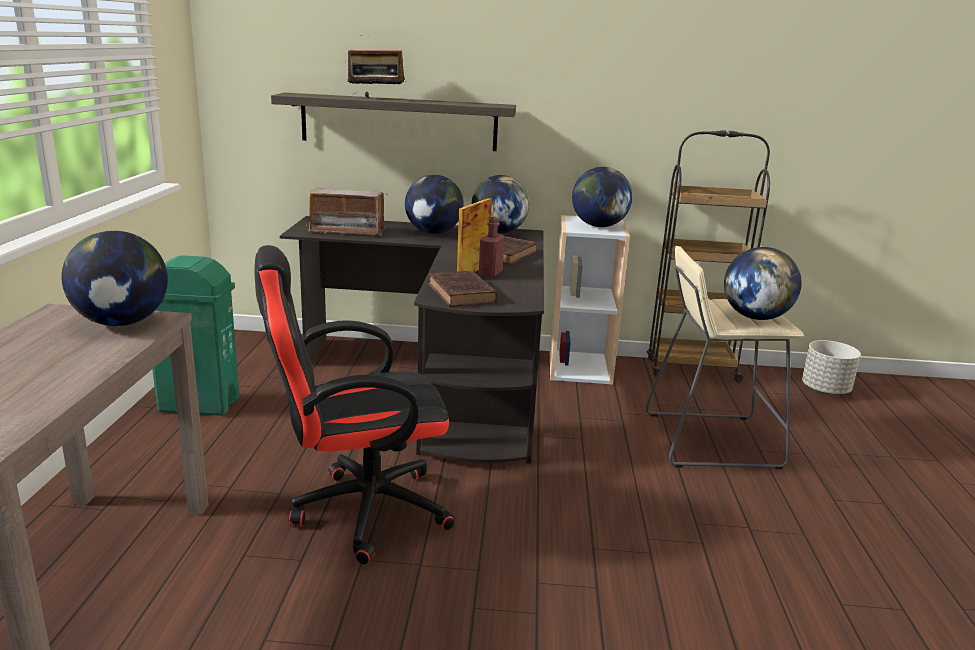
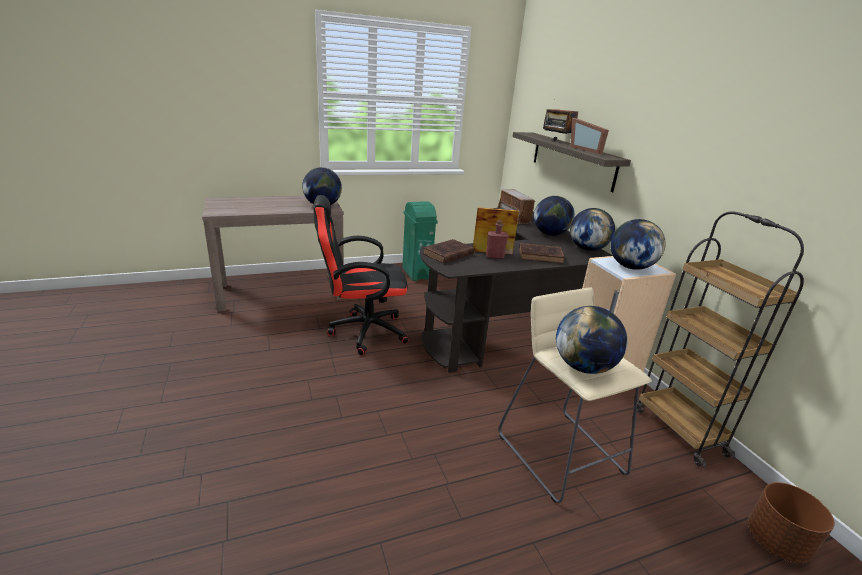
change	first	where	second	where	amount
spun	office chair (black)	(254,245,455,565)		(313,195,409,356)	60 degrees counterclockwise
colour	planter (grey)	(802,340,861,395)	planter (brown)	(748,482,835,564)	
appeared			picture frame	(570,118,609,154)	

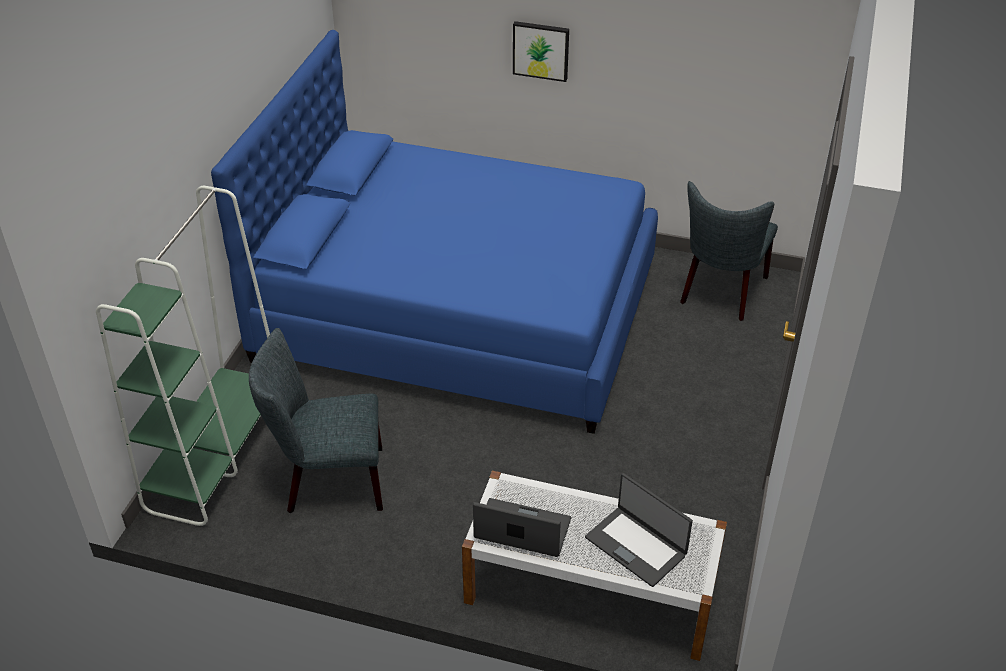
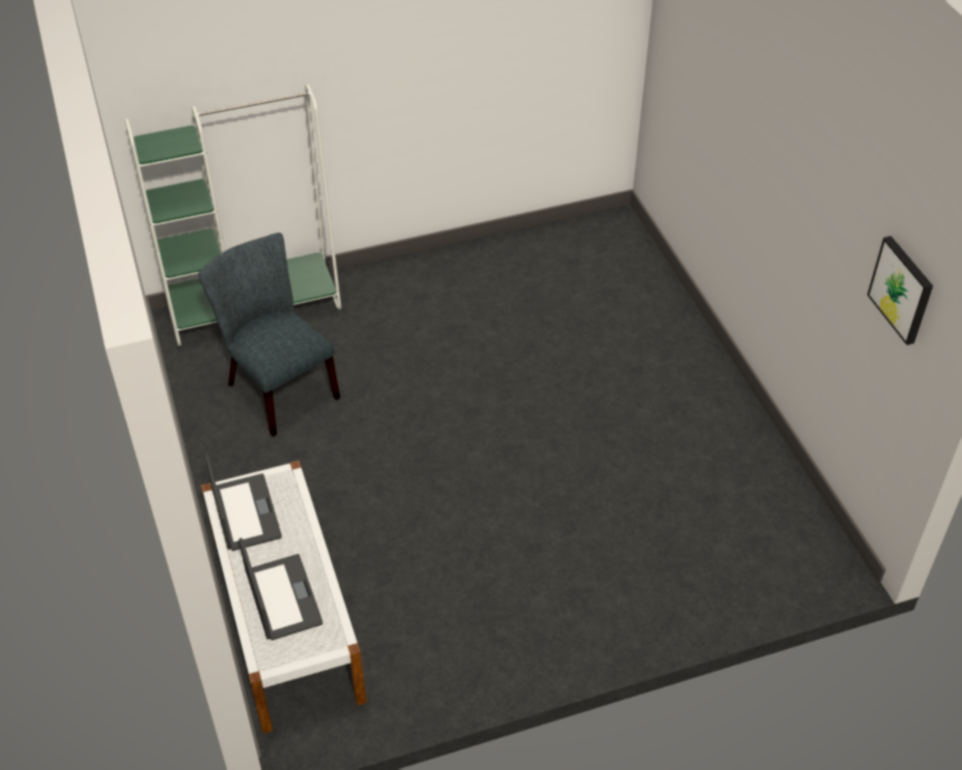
change	first	where	second	where	amount
missing	bed (blue)	(211,30,658,434)			
relocated	picture	(513,21,569,82)		(867,236,933,345)	
spun	laptop	(585,473,693,587)		(239,538,323,640)	150 degrees clockwise
missing	chair (grey)	(680,181,778,321)			

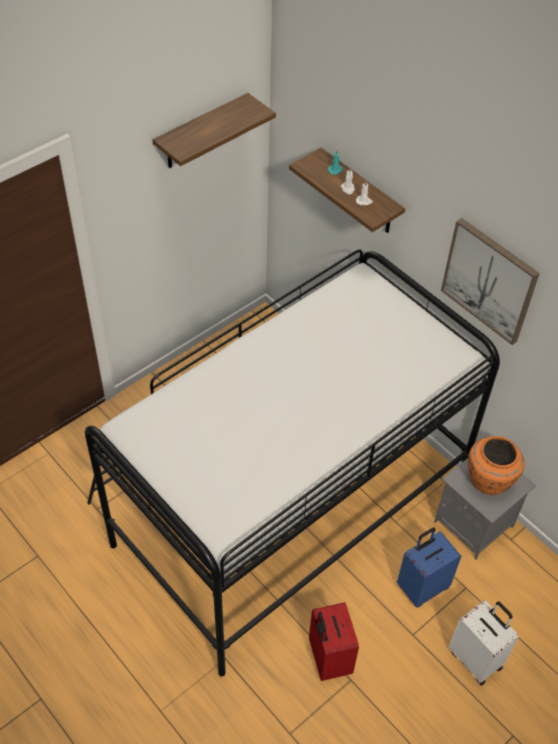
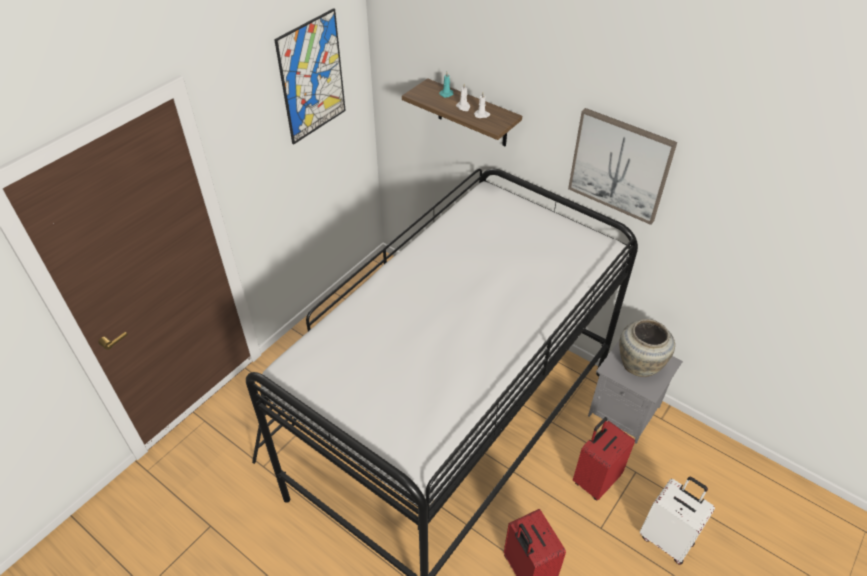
change	first	where	second	where	amount
exchanged	shelf	(153,93,276,168)	picture	(274,8,346,144)	
colour	suitcase (blue)	(397,527,461,608)	suitcase (red)	(573,417,635,500)	
colour	vase (orange)	(468,436,525,495)	vase (beige)	(619,319,675,377)	

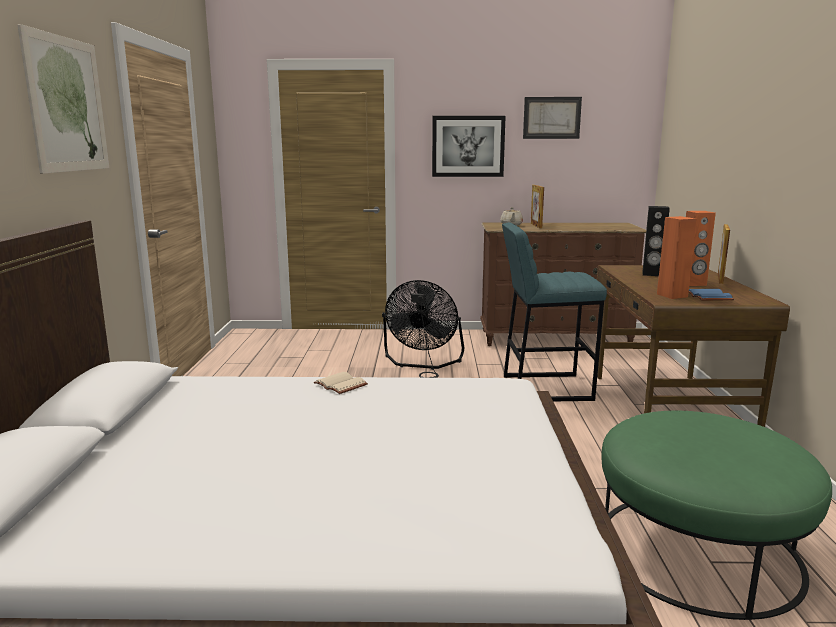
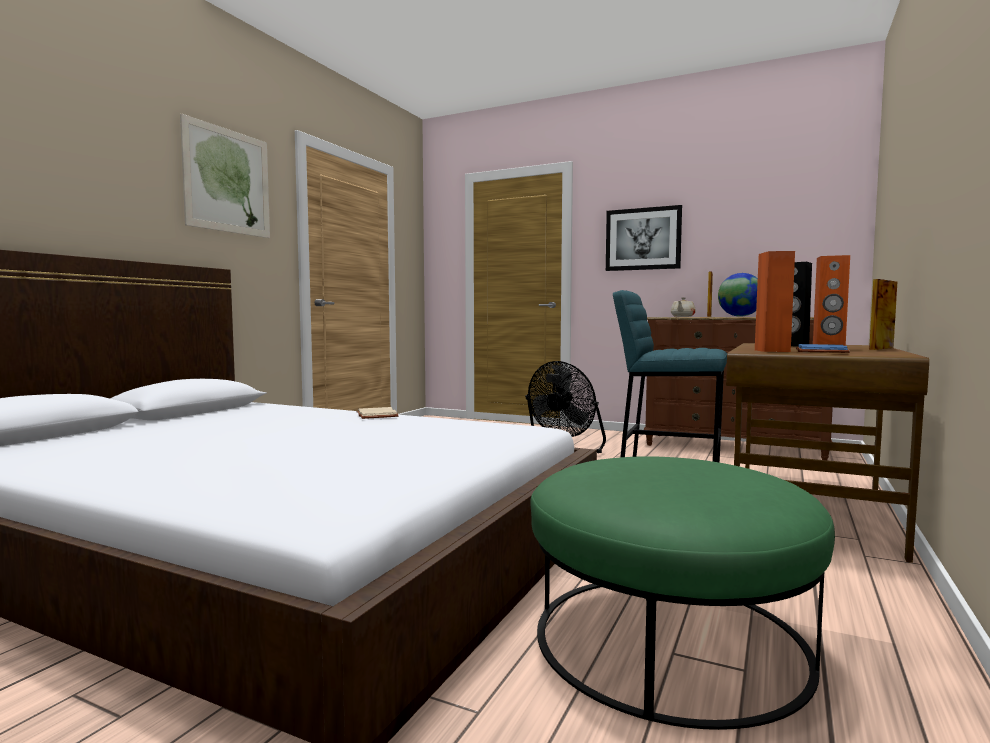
change	first	where	second	where	amount
missing	picture	(523,97,582,139)			
appeared			globe	(718,273,758,317)	

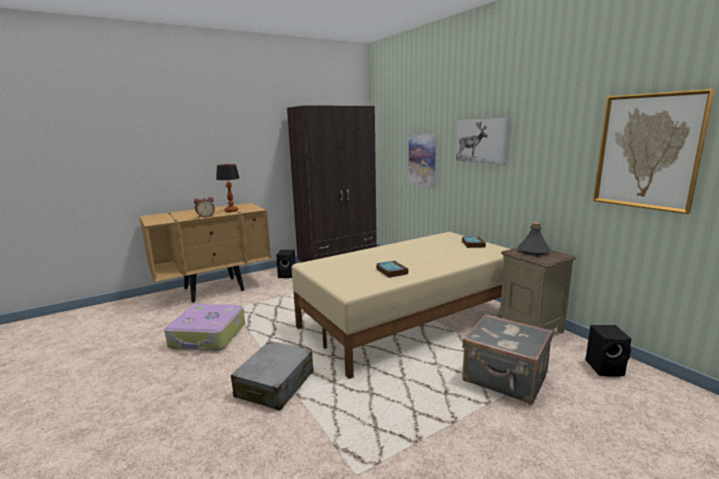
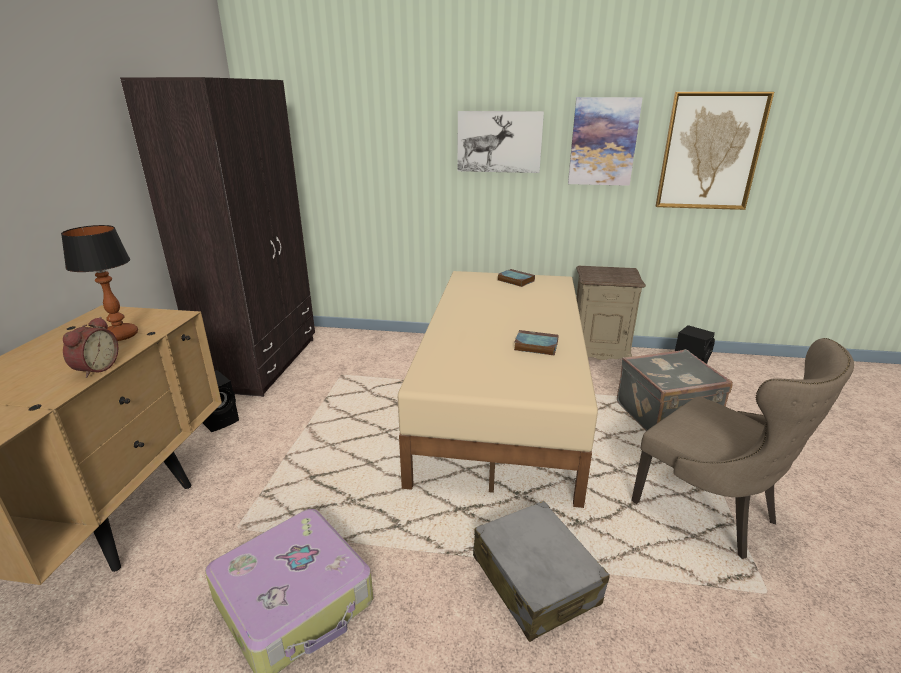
change	first	where	second	where	amount
relocated	picture	(408,135,436,187)		(568,97,643,186)	
missing	bottle (grey)	(518,222,550,255)			
appeared			chair (beige)	(631,338,854,559)	

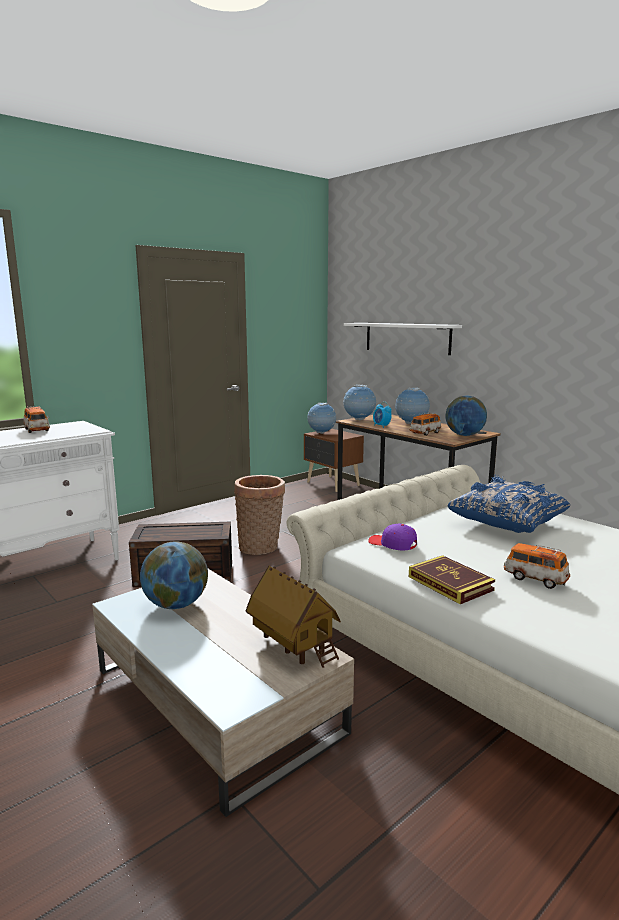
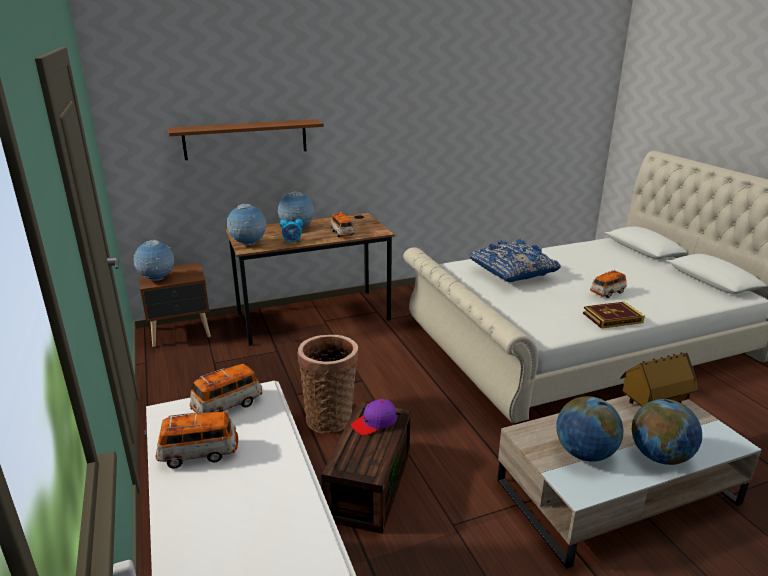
change	first	where	second	where	amount
colour	shelf (white)	(344,323,462,355)	shelf (brown)	(167,119,324,160)	
relocated	cap (purple)	(368,524,417,550)		(351,399,397,436)	
relocated	globe	(445,396,487,436)		(632,399,702,465)	
appeared			toy car	(190,364,262,414)	

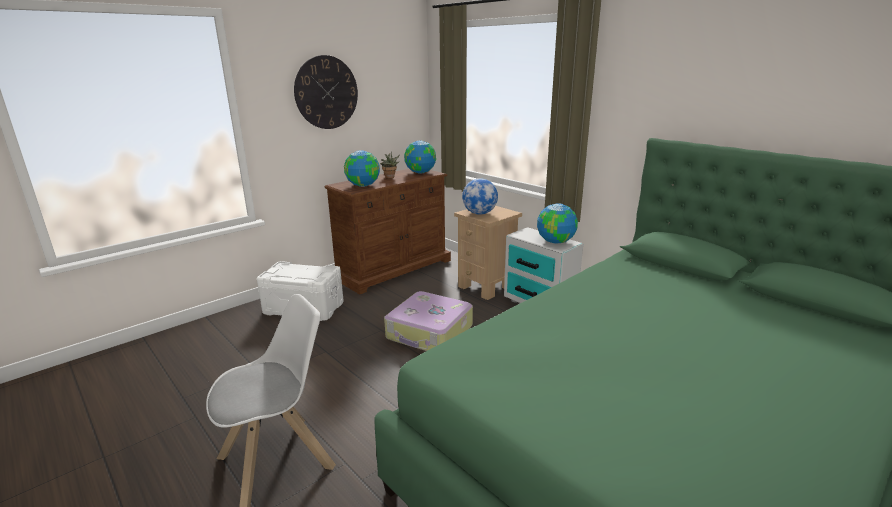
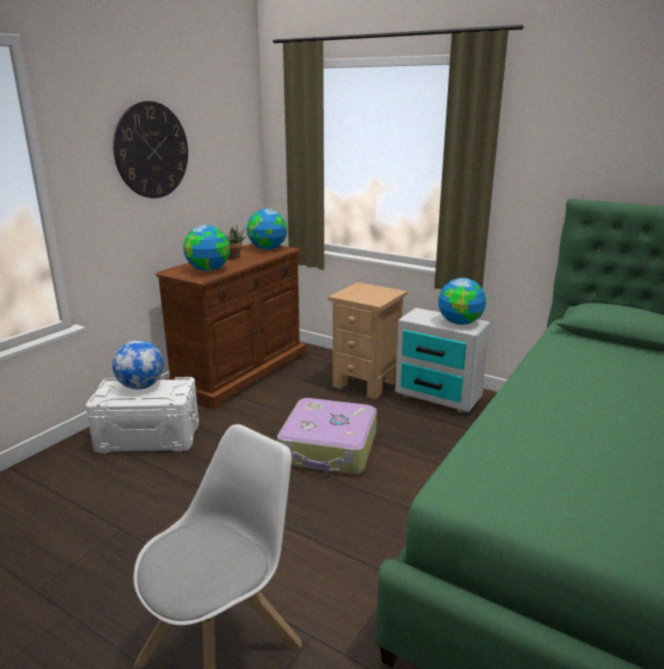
change	first	where	second	where	amount
relocated	globe	(462,178,498,215)		(112,340,164,389)	

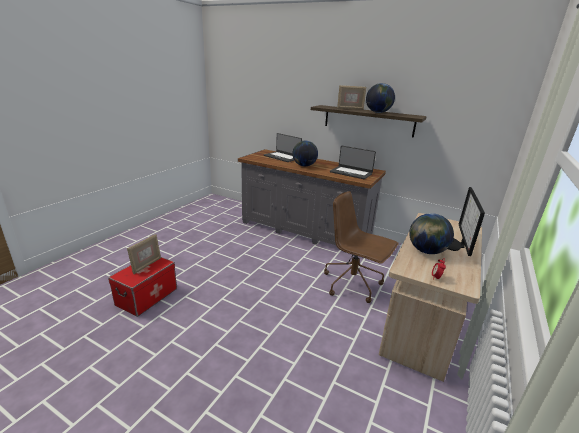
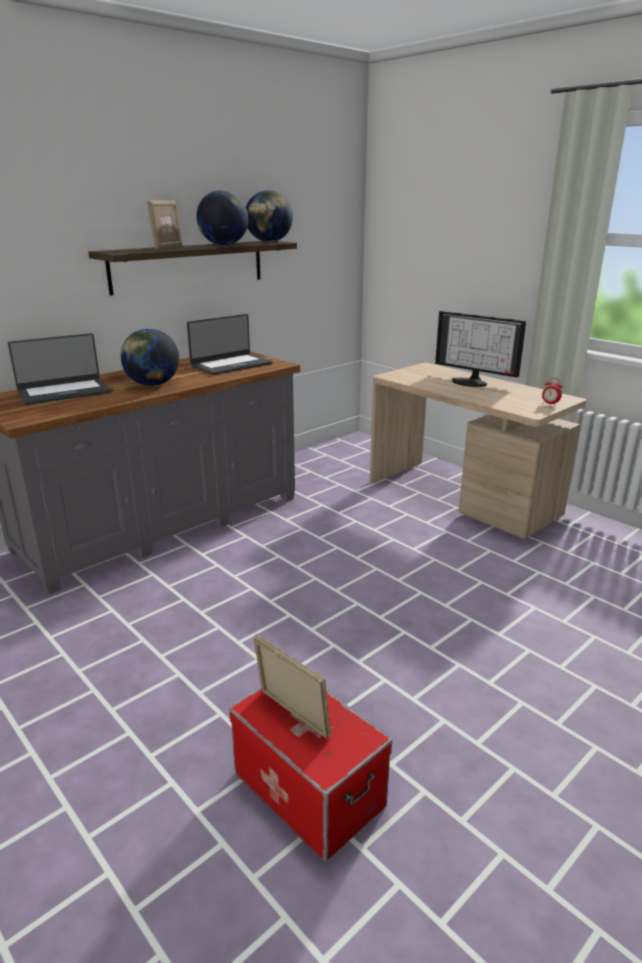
change	first	where	second	where	amount
missing	office chair (brown)	(324,191,399,303)			
relocated	globe	(409,213,454,254)		(246,190,293,242)	

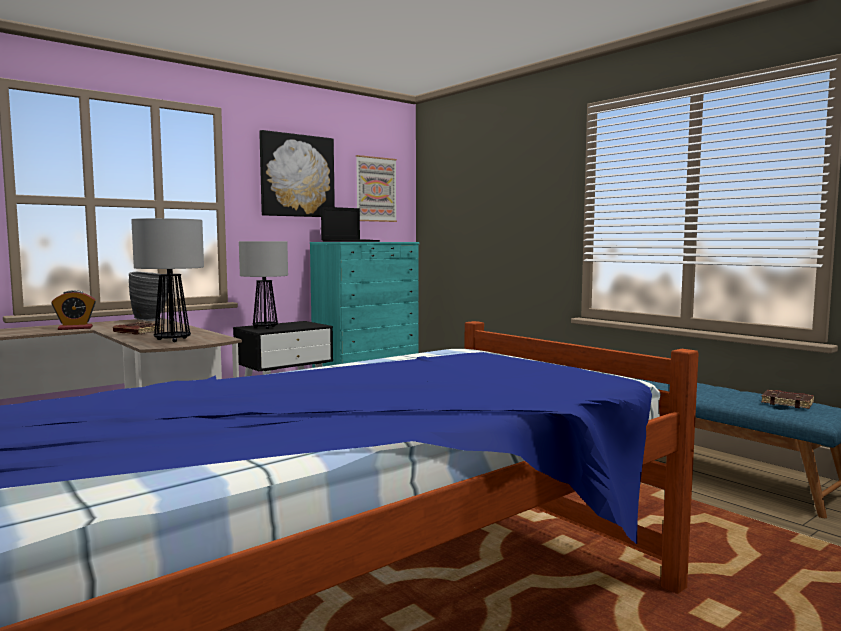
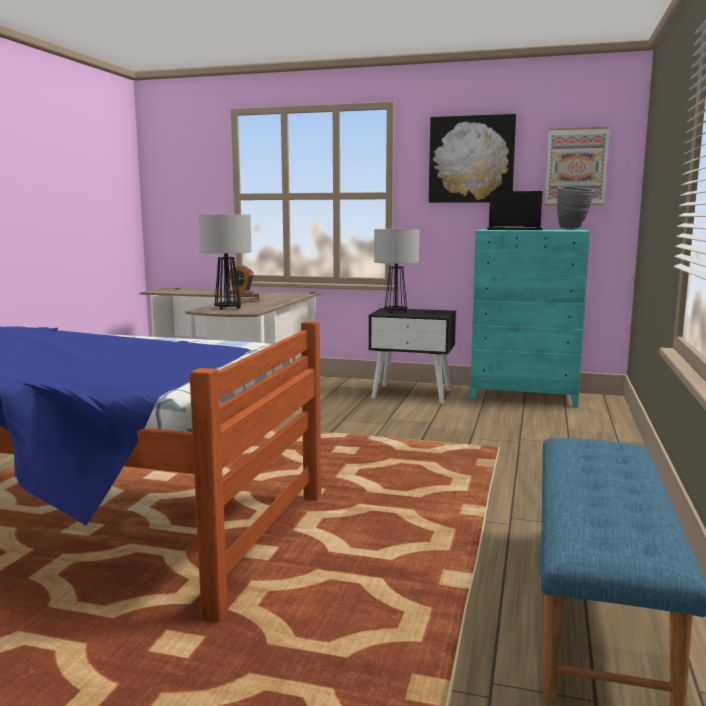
change	first	where	second	where	amount
relocated	vase (grey)	(129,272,169,321)		(557,186,595,230)	
missing	book (brown)	(761,390,814,409)			

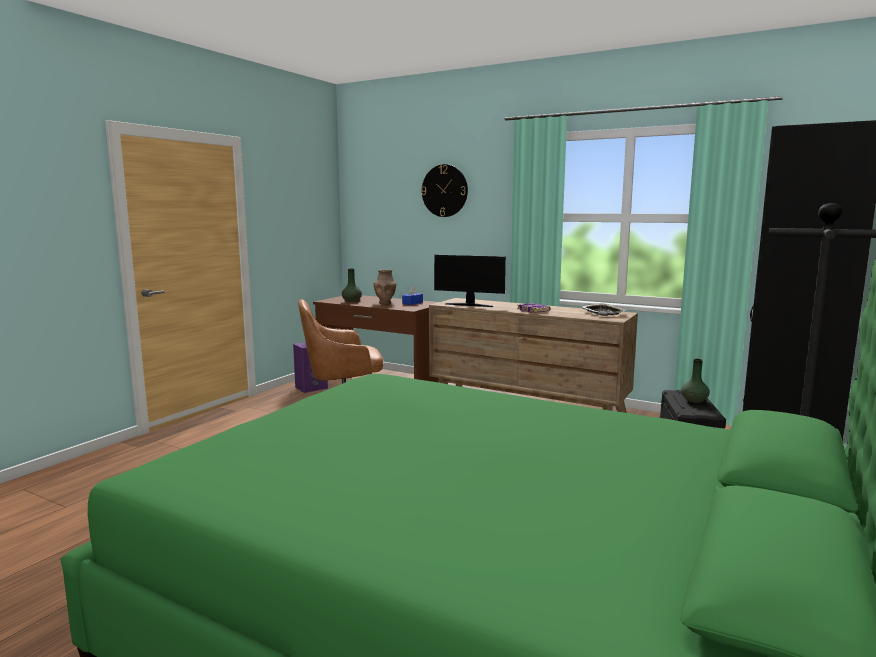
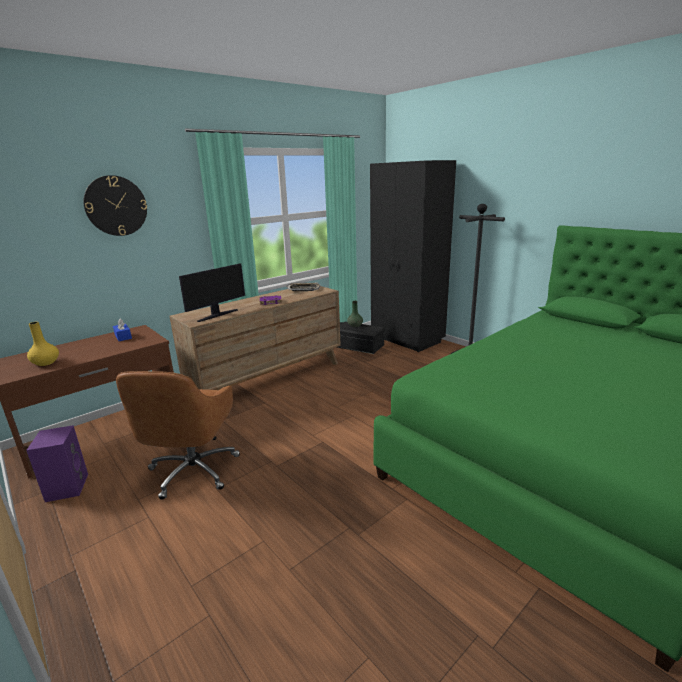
change	first	where	second	where	amount
colour	vase (green)	(342,268,362,302)	vase (yellow)	(27,322,59,366)	
missing	vase (brown)	(374,270,397,304)			

